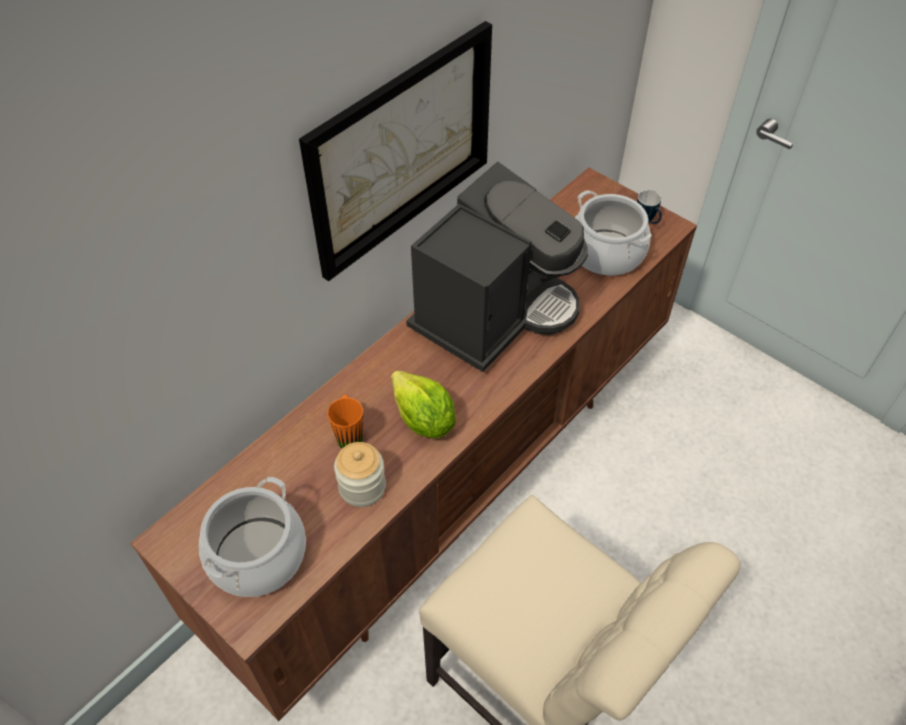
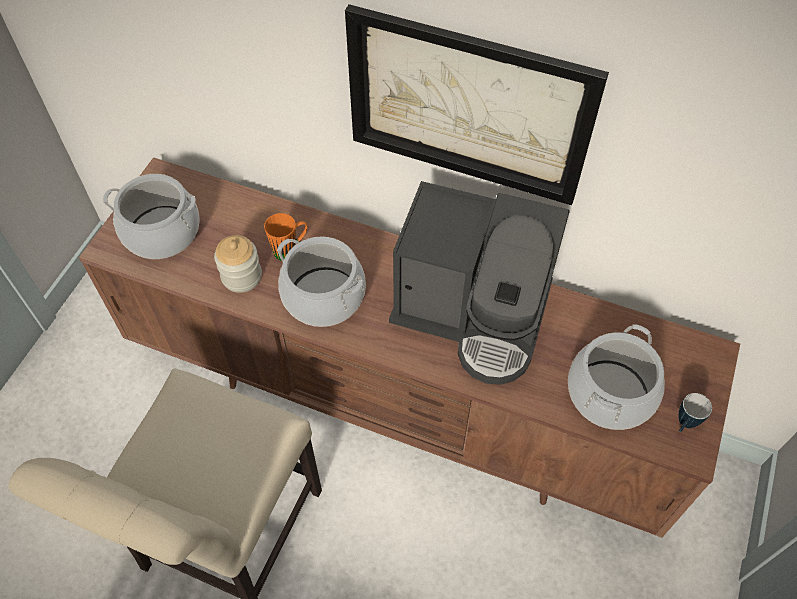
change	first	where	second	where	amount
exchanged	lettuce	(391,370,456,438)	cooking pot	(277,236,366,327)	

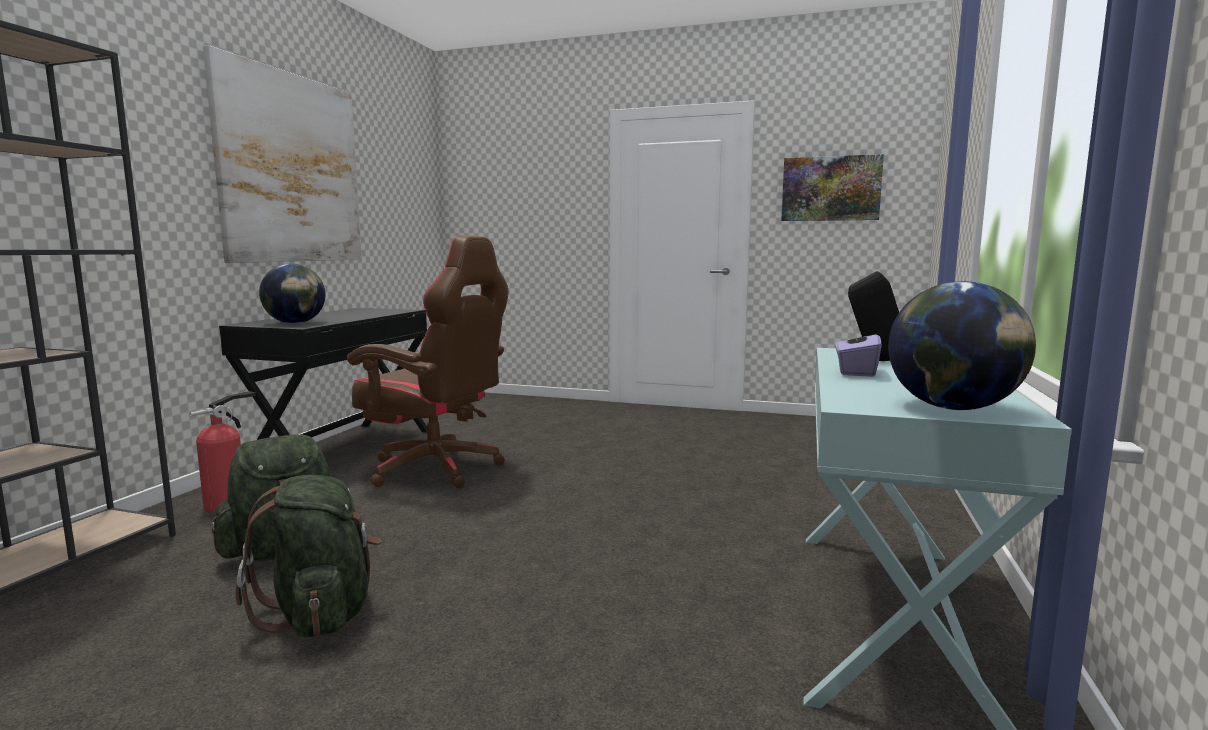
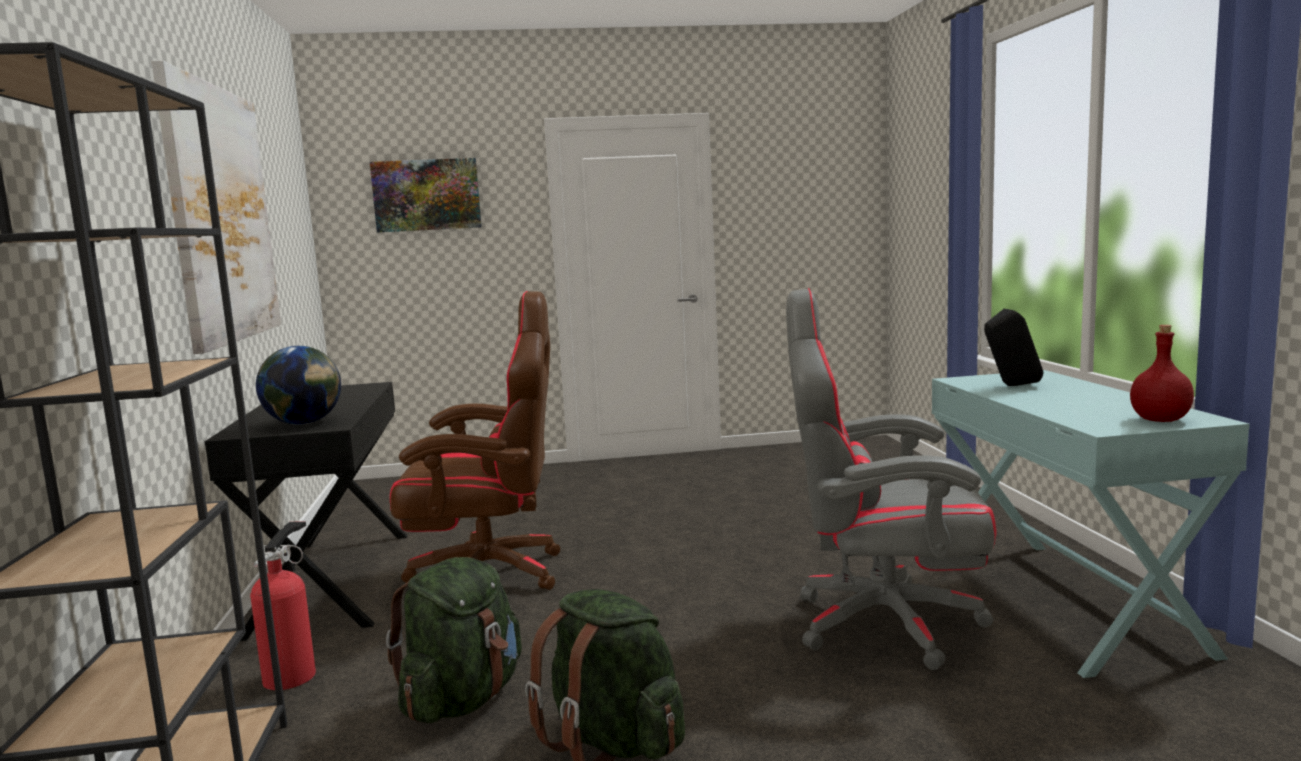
change	first	where	second	where	amount
relocated	picture	(781,154,884,221)		(370,158,482,232)	
missing	tissue box (purple)	(836,324,882,377)			
exchanged	globe	(888,281,1036,410)	bottle (red)	(1130,325,1194,422)	
appeared			office chair (grey)	(786,288,997,670)	

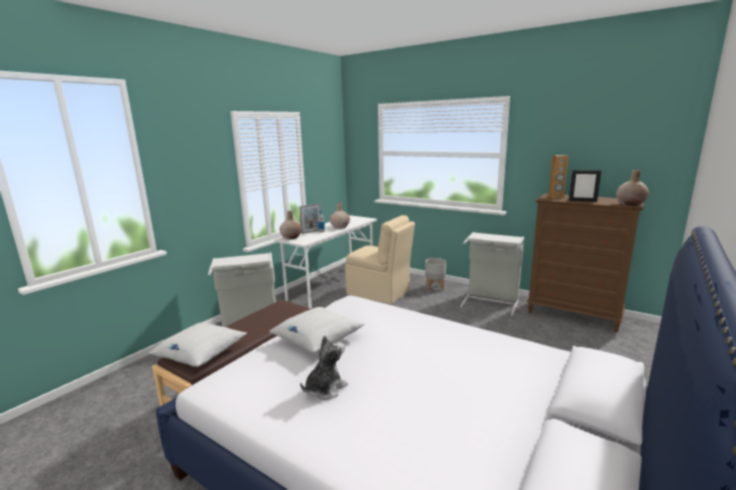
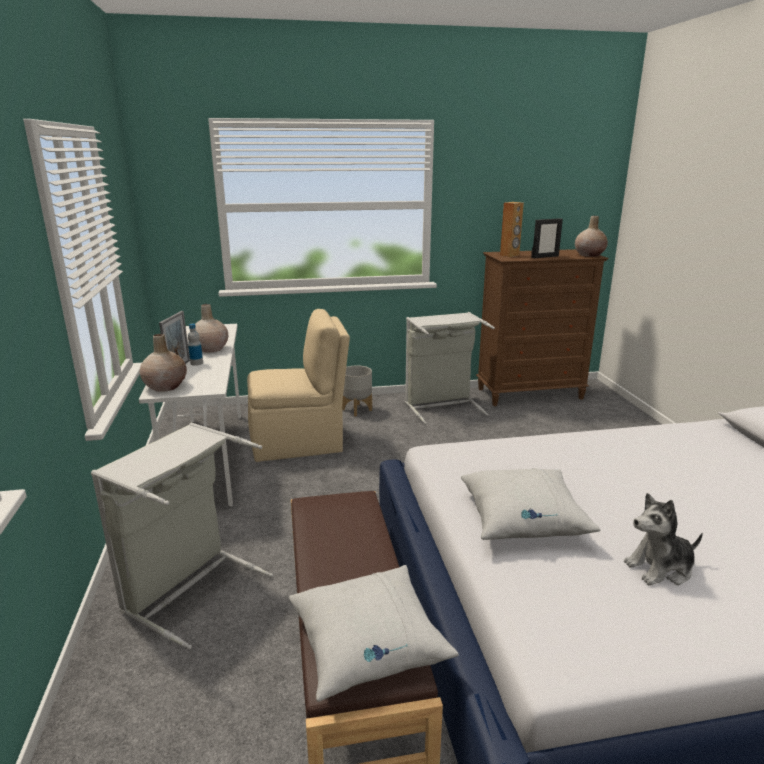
change	first	where	second	where	amount
spun	plush toy	(300,335,348,400)		(624,493,703,586)	105 degrees counterclockwise

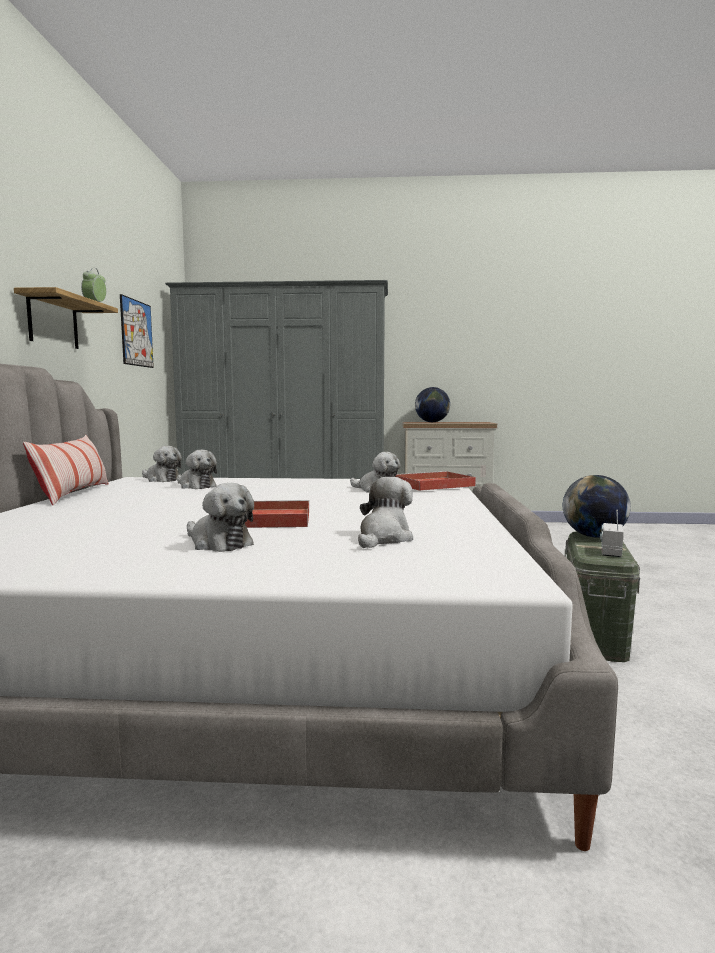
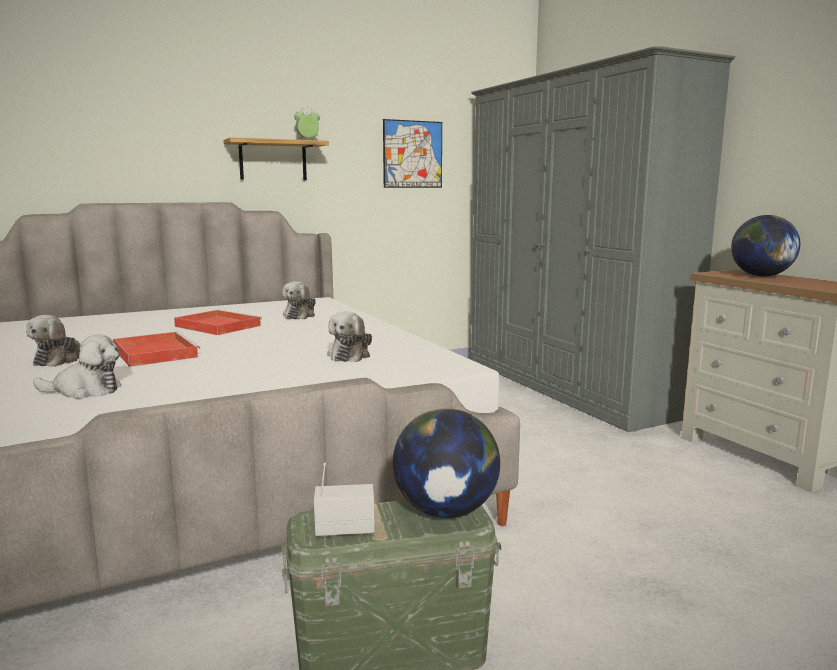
change	first	where	second	where	amount
missing	pillow	(23,435,108,505)			
missing	plush toy	(142,446,182,482)			
relocated	tray (red)	(396,471,476,491)		(174,310,262,335)	

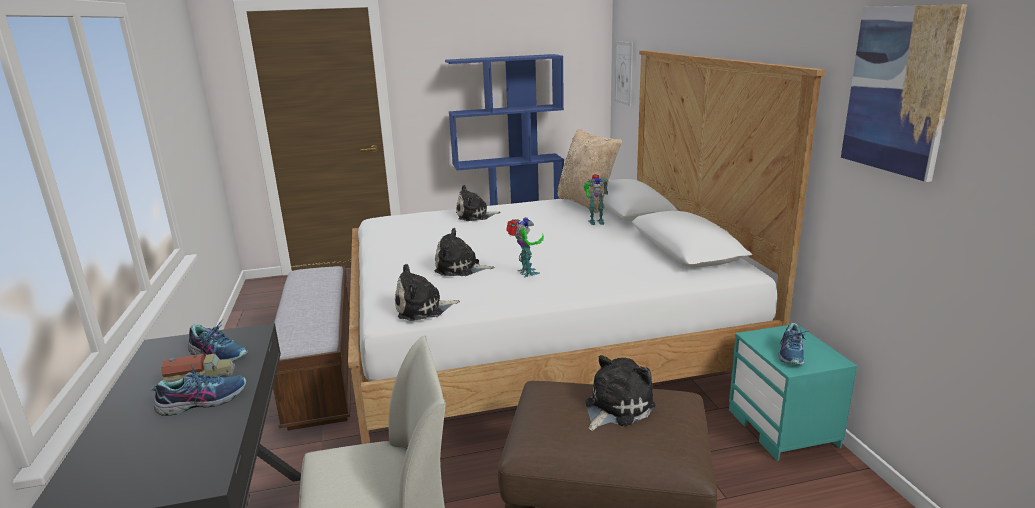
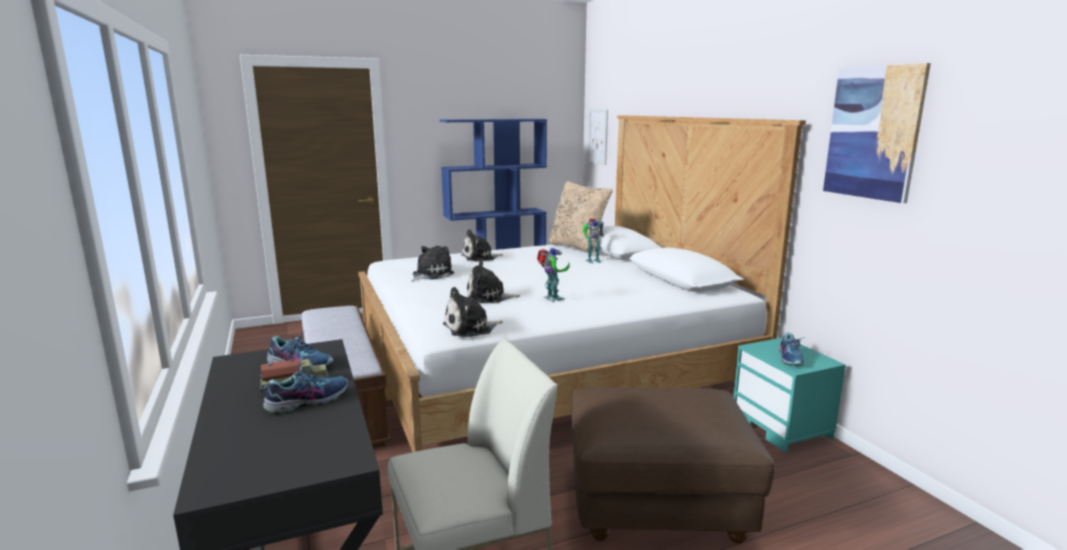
change	first	where	second	where	amount
relocated	plush toy	(585,355,656,431)		(412,246,454,282)	

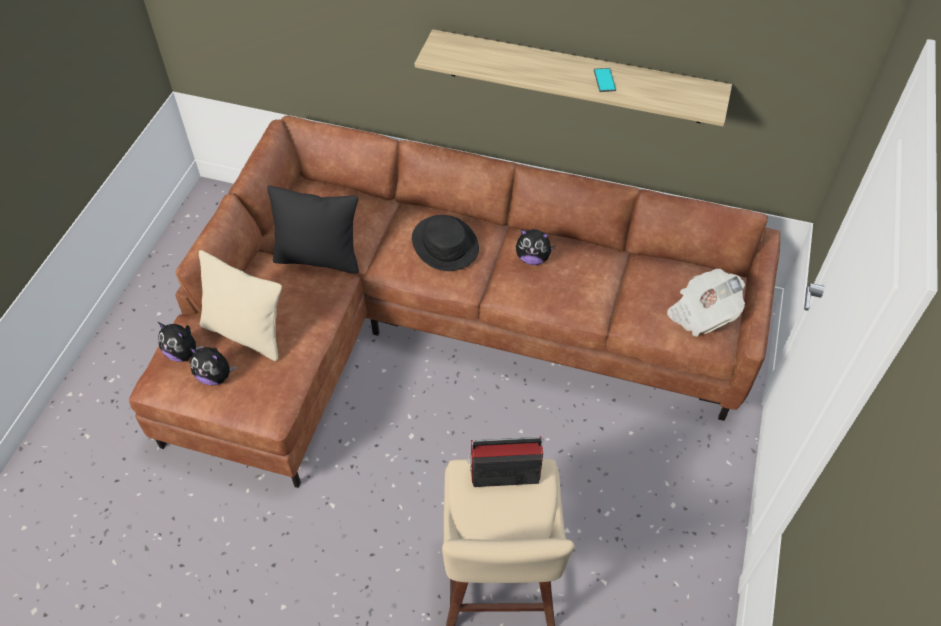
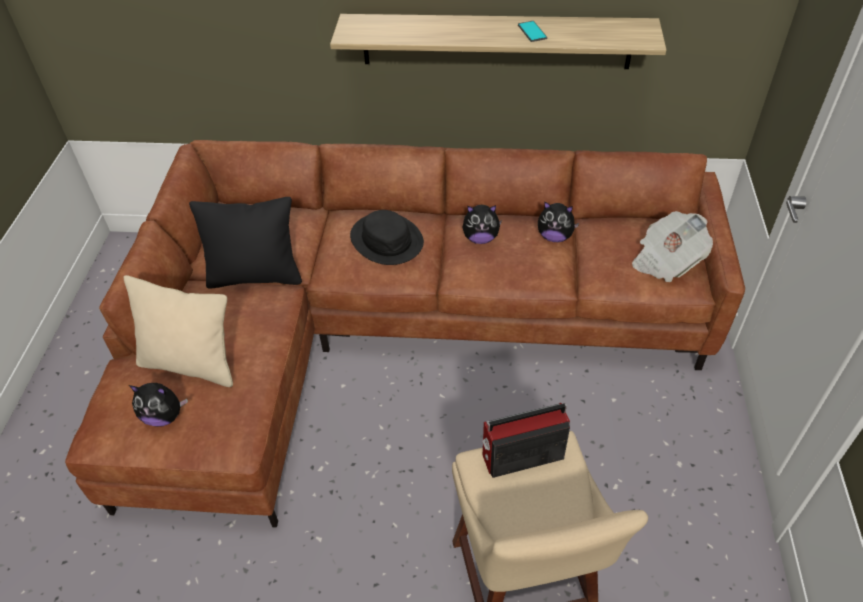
change	first	where	second	where	amount
relocated	plush toy	(158,322,203,362)		(538,202,579,242)	

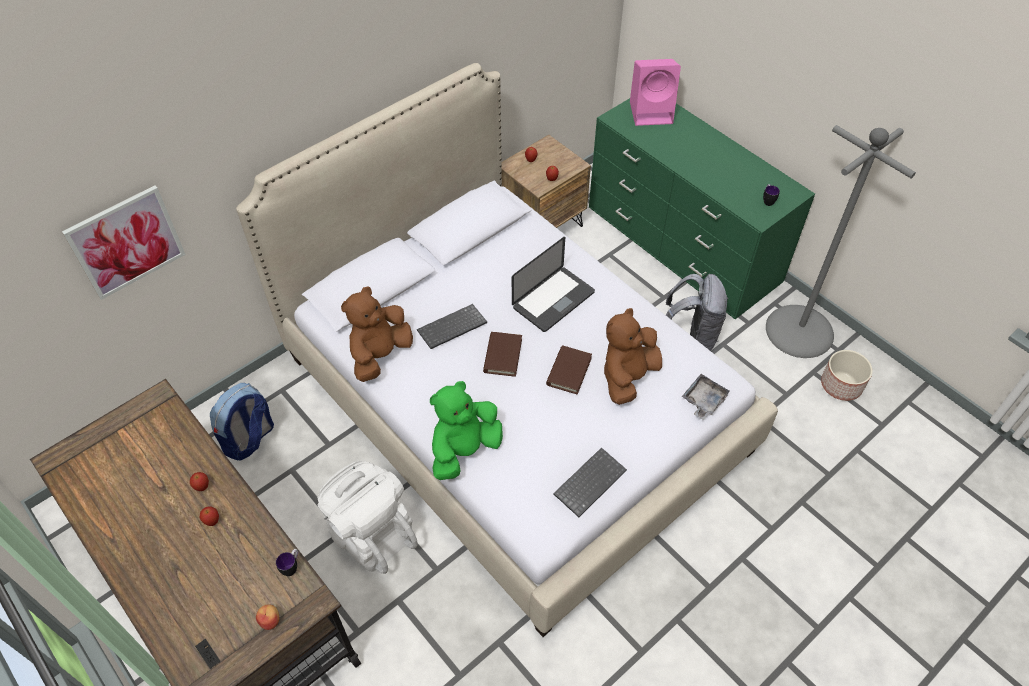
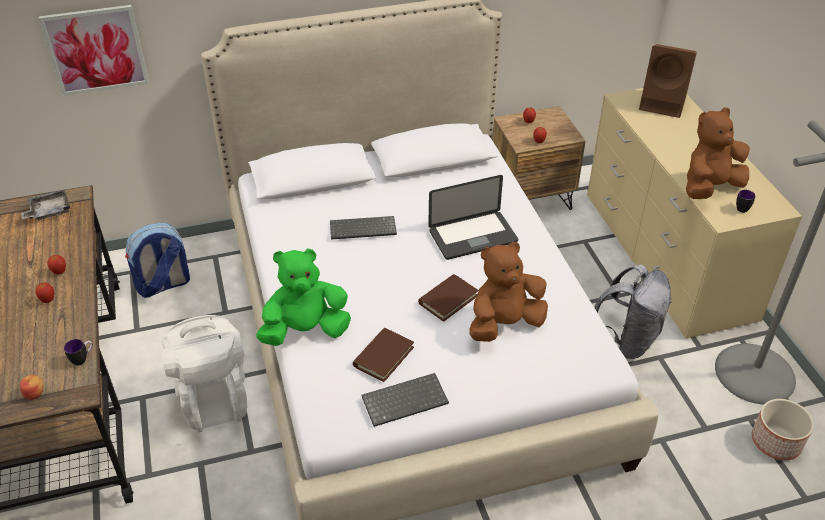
change	first	where	second	where	amount
relocated	plush toy (brown)	(341,286,413,382)		(686,107,750,199)	
relocated	book (brown)	(483,332,522,377)		(353,328,414,382)	
colour	dresser (green)	(589,98,815,319)	dresser (beige)	(587,88,802,338)	
colour	speaker (pink)	(630,59,681,126)	speaker (brown)	(639,44,697,118)	
relocated	tray (grey)	(682,374,731,420)		(21,190,70,220)	

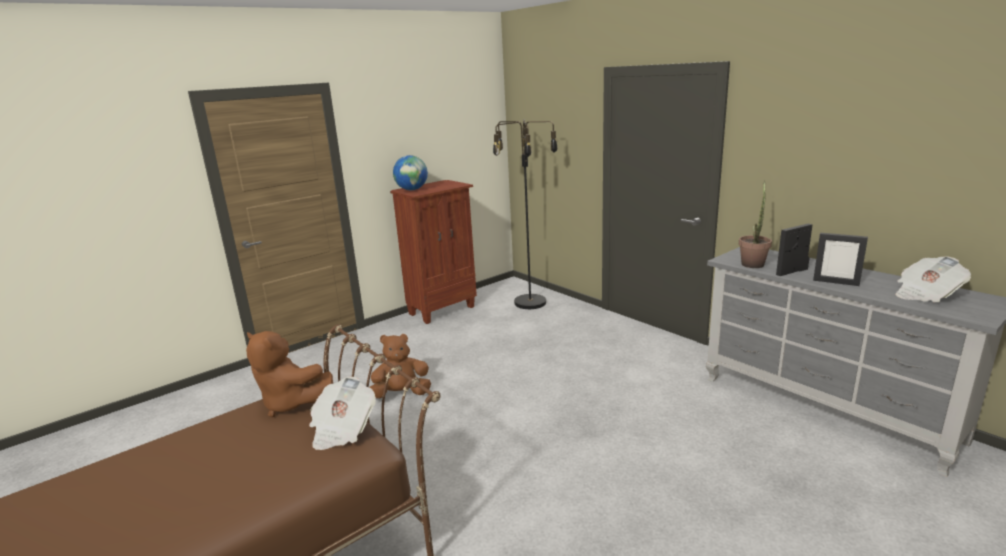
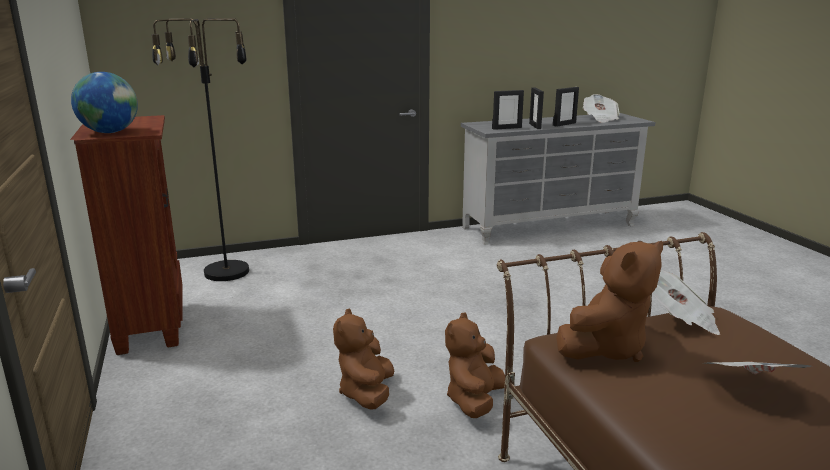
change	first	where	second	where	amount
exchanged	potted plant	(739,180,772,268)	picture frame	(492,90,524,130)	
appeared			plush toy (brown)	(445,312,505,418)	
appeared			newspaper	(705,362,810,375)	

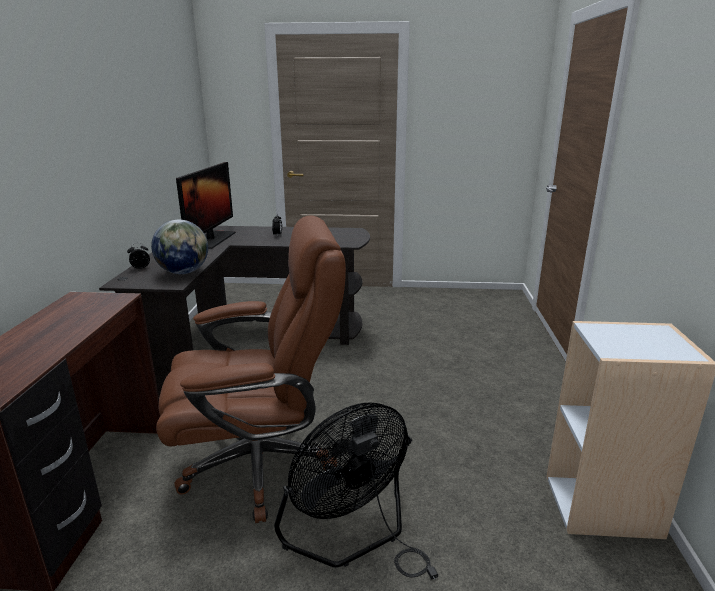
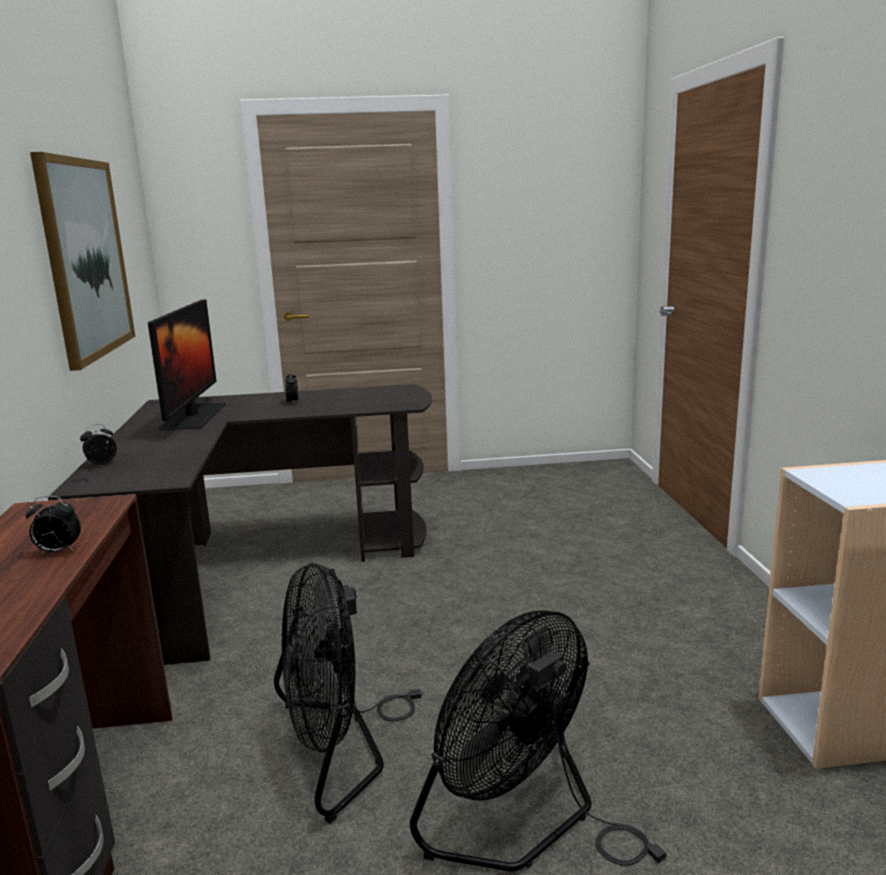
change	first	where	second	where	amount
missing	globe	(151,220,208,274)			
exchanged	office chair (brown)	(156,215,346,523)	fan (black)	(274,563,424,824)	
appeared			alarm clock	(25,496,81,554)	
appeared			picture	(30,152,135,371)	

